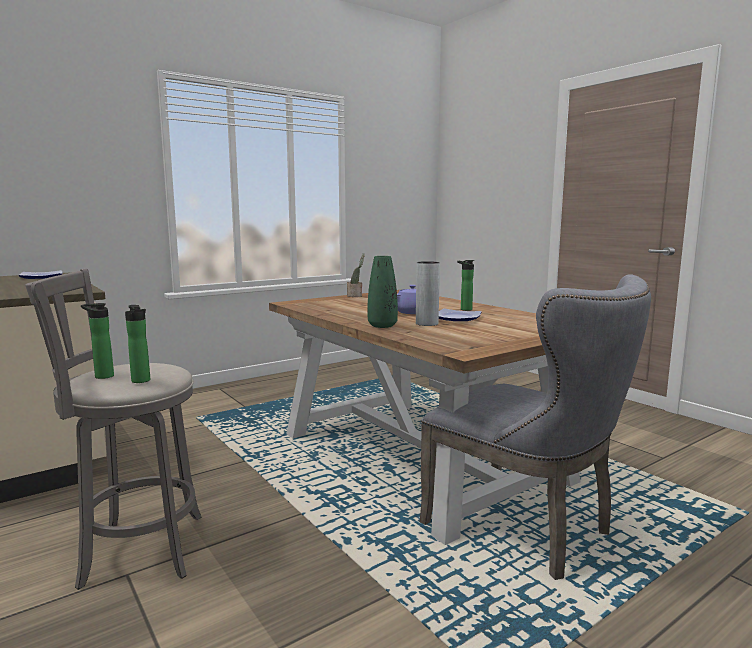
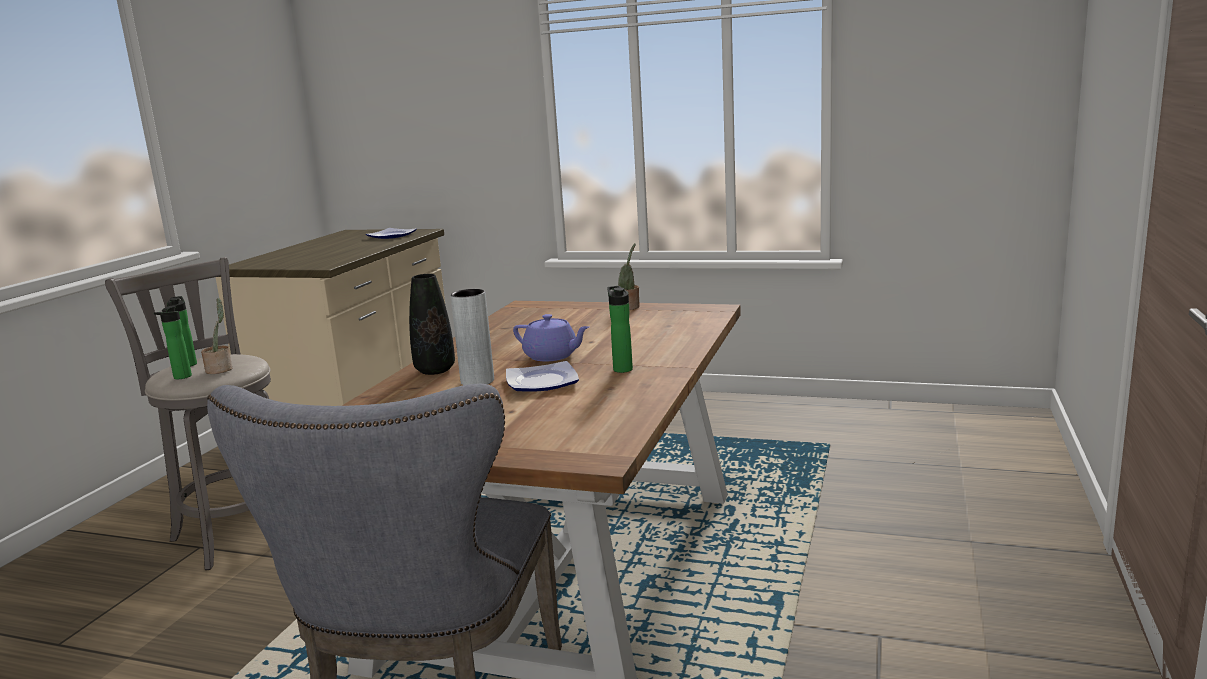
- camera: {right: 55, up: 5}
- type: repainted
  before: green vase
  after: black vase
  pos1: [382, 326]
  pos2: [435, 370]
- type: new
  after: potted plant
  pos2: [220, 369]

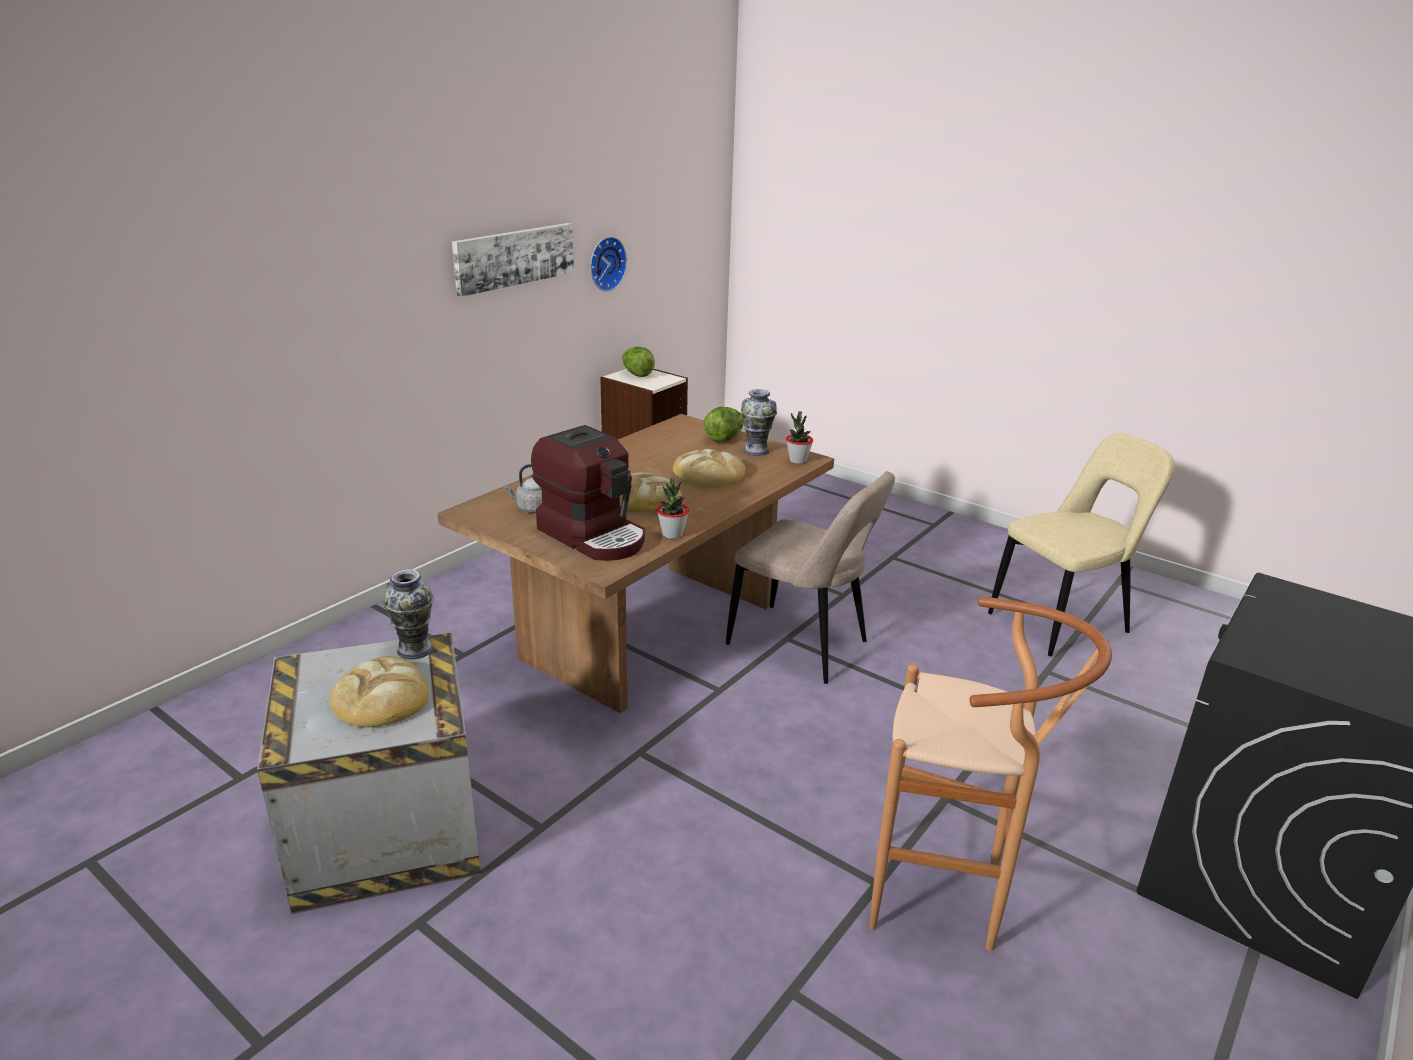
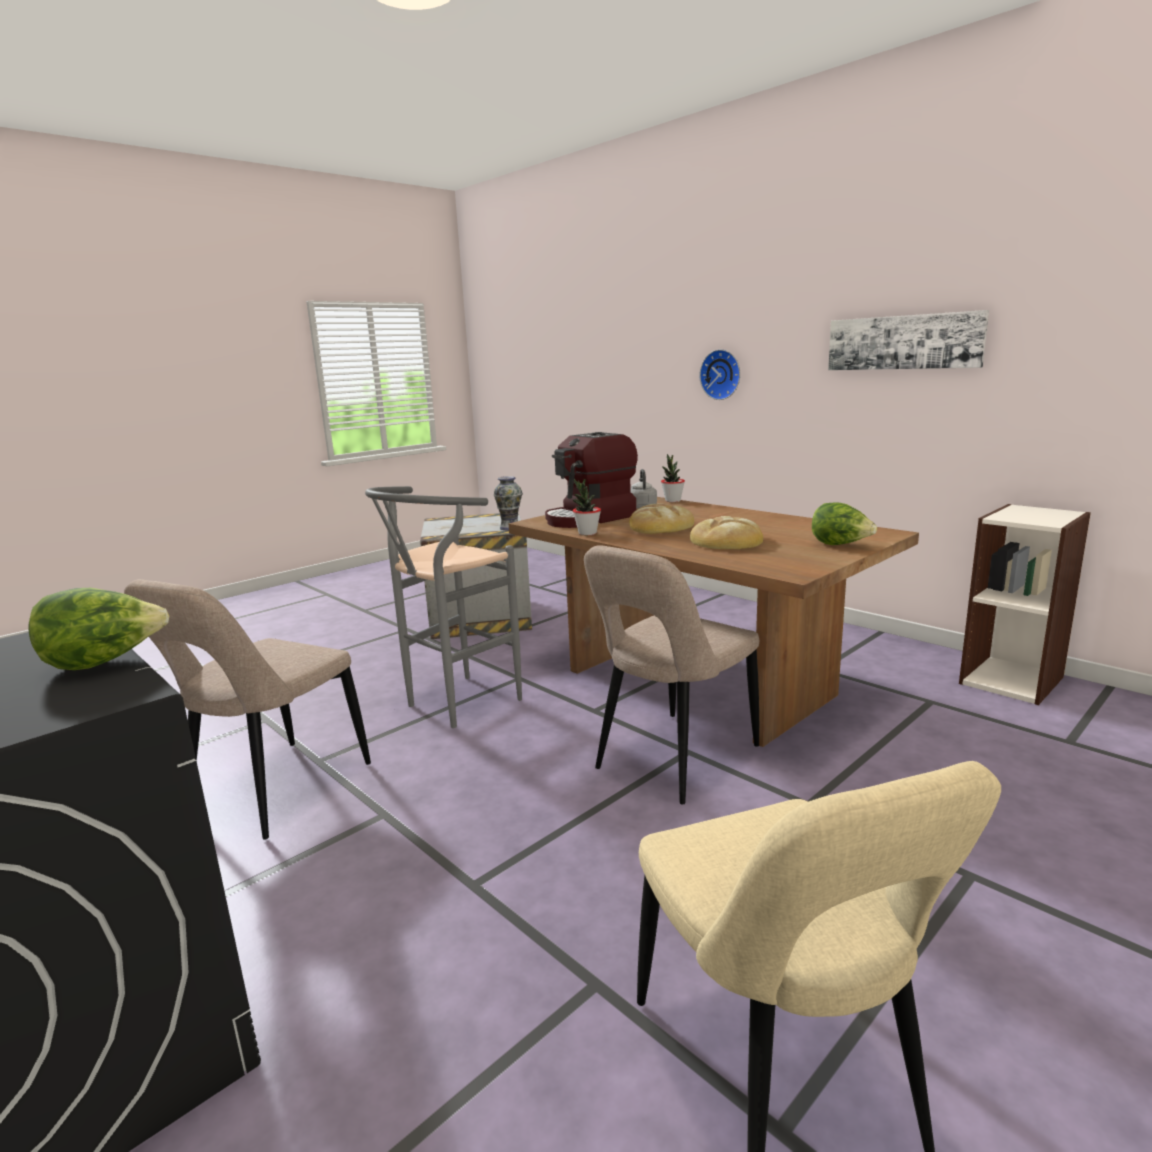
- camera: {right: 100, up: -10}
- type: shifted
  before: wall clock
  pos1: [605, 263]
  pos2: [722, 374]
- type: shifted
  before: lettuce
  pos1: [637, 374]
  pos2: [105, 662]
- type: gone
  before: vase
  pos1: [756, 450]
- type: shifted
  before: potted plant
  pos1: [797, 460]
  pos2: [672, 501]
- type: swapped
  before: brown stool
  after: beige chair
  pos1: [950, 899]
  pos2: [274, 793]
- type: gone
  before: bread
  pos1: [381, 698]
- type: new
  after: grey stool
  pos2: [454, 705]

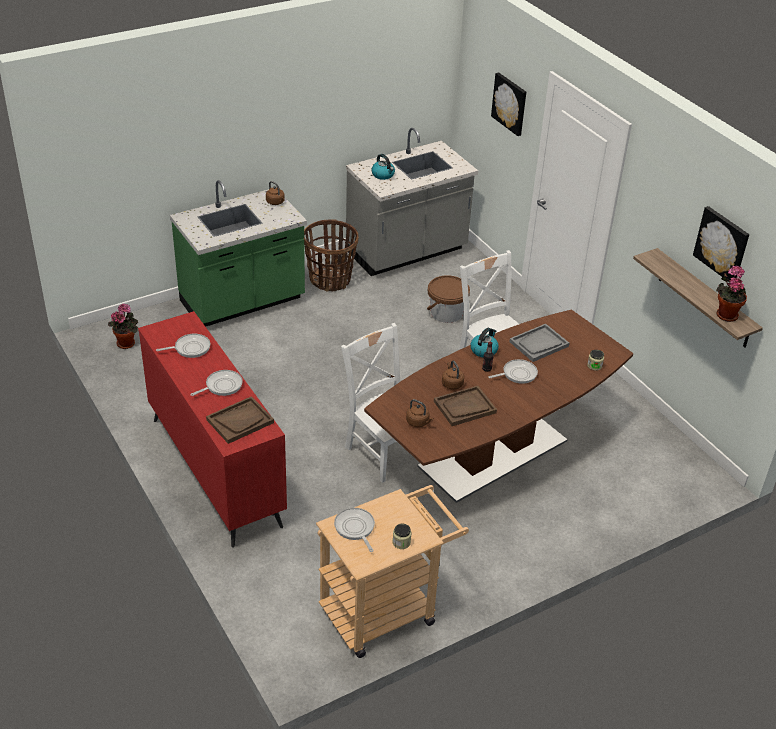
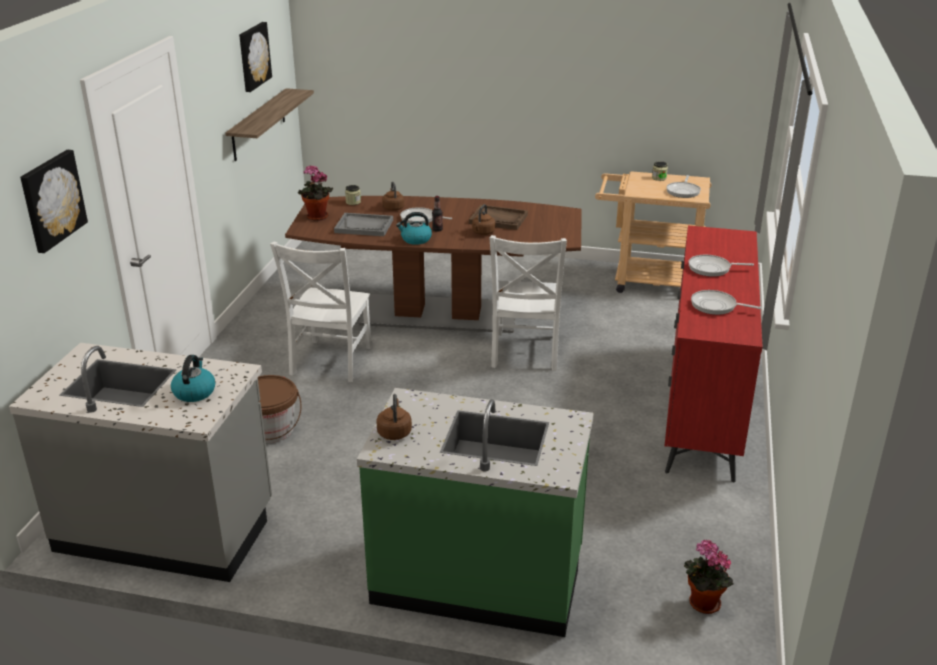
- camera: {right: -135, up: -10}
- type: gone
  before: basket
  pos1: [330, 280]
- type: shifted
  before: potted plant
  pos1: [725, 314]
  pos2: [316, 217]
- type: gone
  before: brown tray
  pos1: [240, 421]
- type: shifted
  before: brown kettle
  pos1: [418, 422]
  pos2: [393, 208]

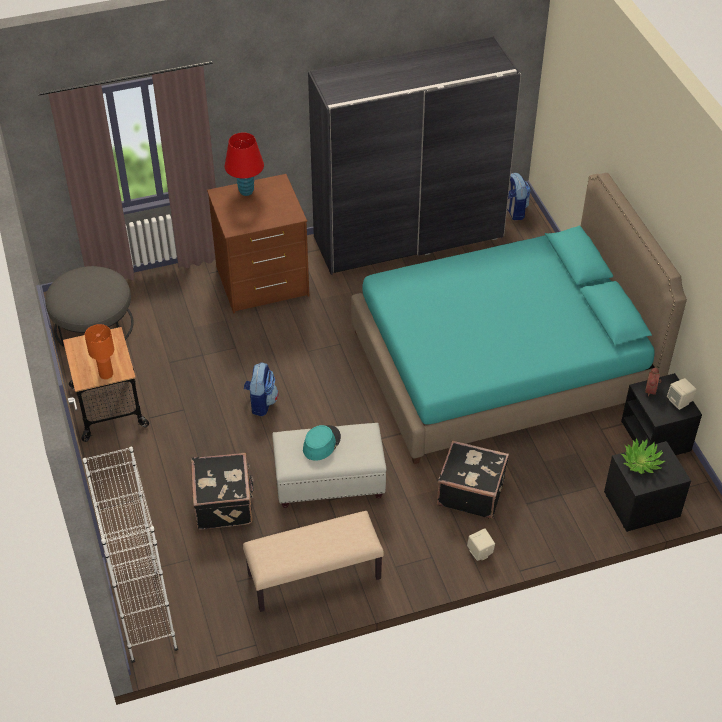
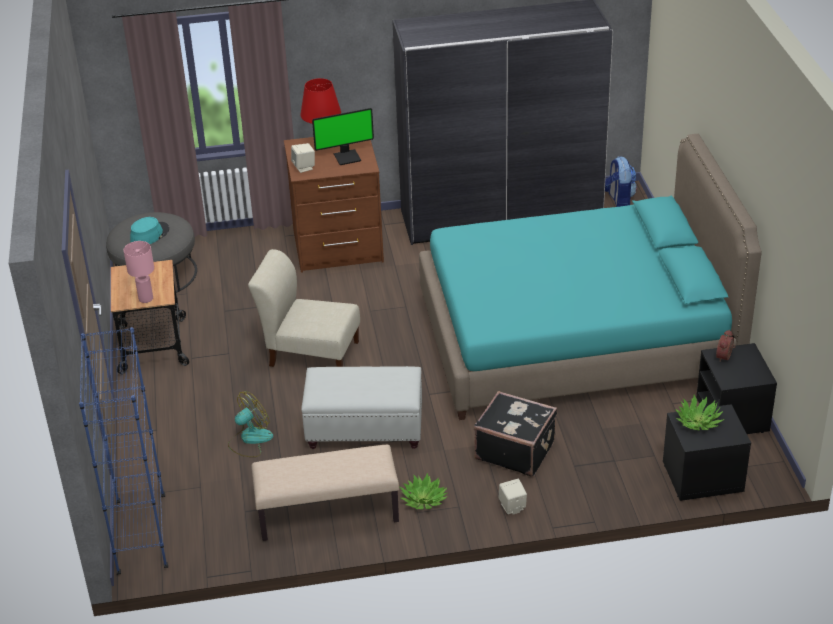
- camera: {right: 10, up: -10}
- type: repainted
  before: orange table lamp
  after: pink table lamp
  pos1: [106, 374]
  pos2: [146, 299]
- type: swapped
  before: backpack
  after: beige chair
  pos1: [261, 402]
  pos2: [310, 353]
- type: shifted
  before: beige speaker
  pos1: [679, 402]
  pos2: [304, 167]
- type: shifted
  before: turquoise hat
  pos1: [321, 443]
  pos2: [149, 234]
- type: repainted
  before: white bookcase
  after: blue bookcase
  pos1: [145, 616]
  pos2: [141, 534]
- type: swapped
  before: black suitcase
  after: fan
  pos1: [224, 503]
  pos2: [250, 440]
- type: new
  after: monitor
  pos2: [347, 157]
- type: new
  after: potted plant
  pos2: [423, 499]

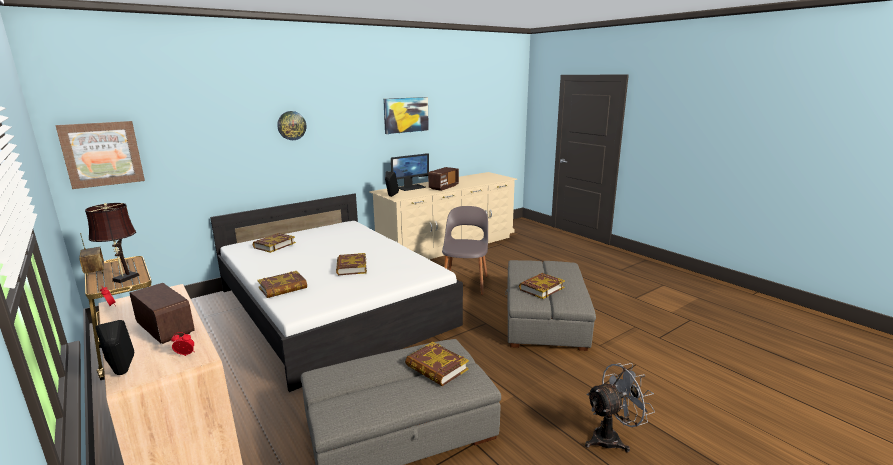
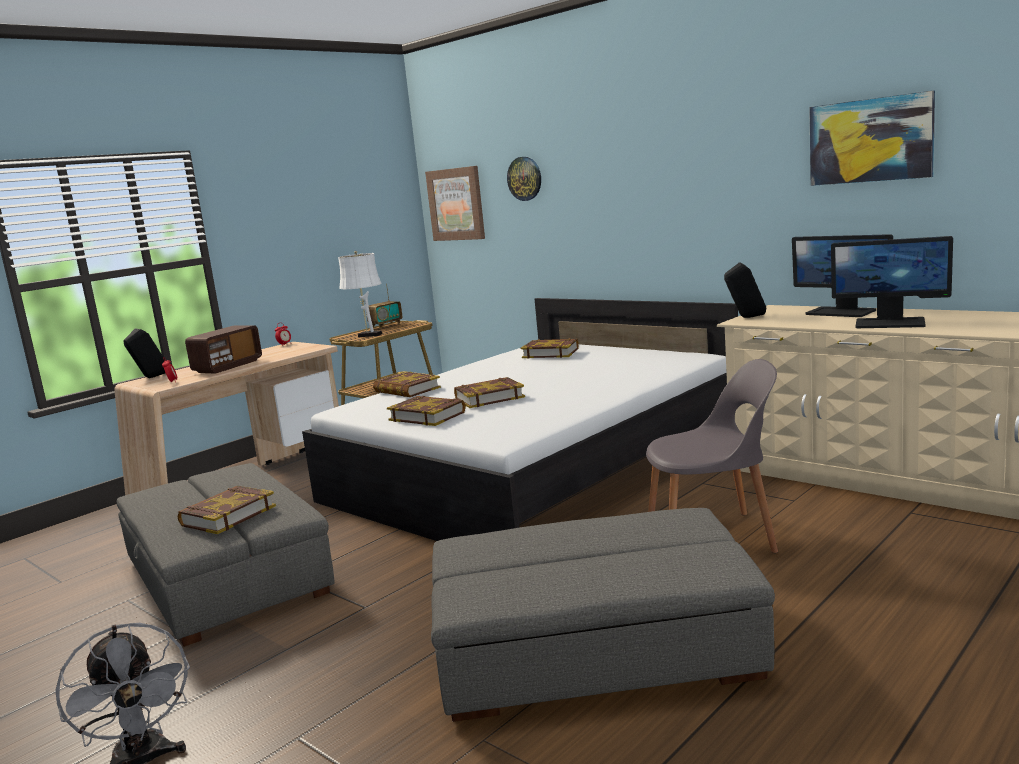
- camera: {right: 80, up: -5}
- type: shifted
  before: wall clock
  pos1: [291, 125]
  pos2: [525, 178]
- type: swapped
  before: radio
  after: monitor
  pos1: [443, 187]
  pos2: [890, 323]
- type: repainted
  before: brown table lamp
  after: white table lamp
  pos1: [123, 279]
  pos2: [367, 335]
- type: shifted
  before: book
  pos1: [541, 288]
  pos2: [427, 416]

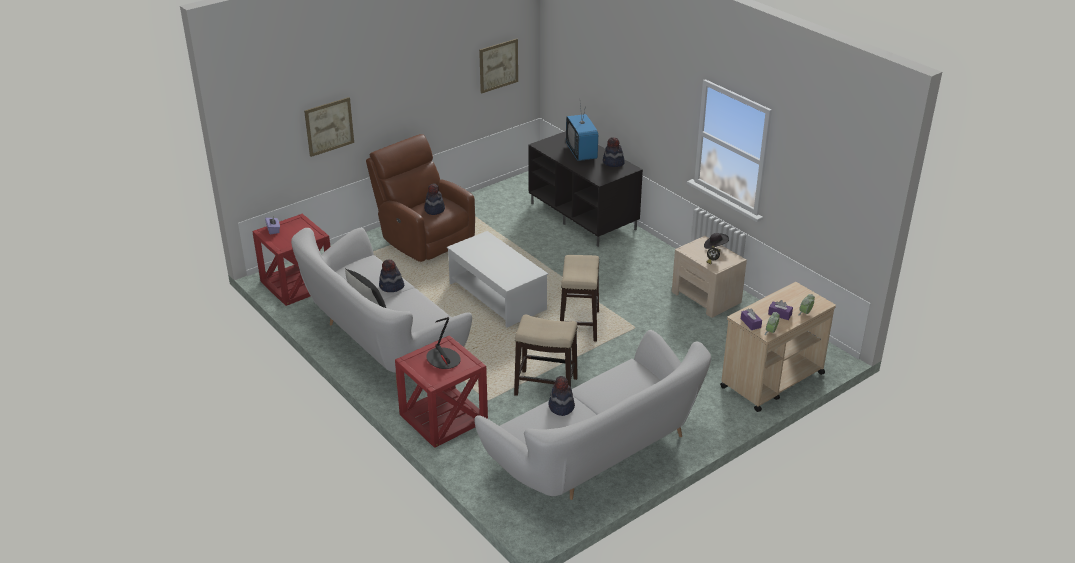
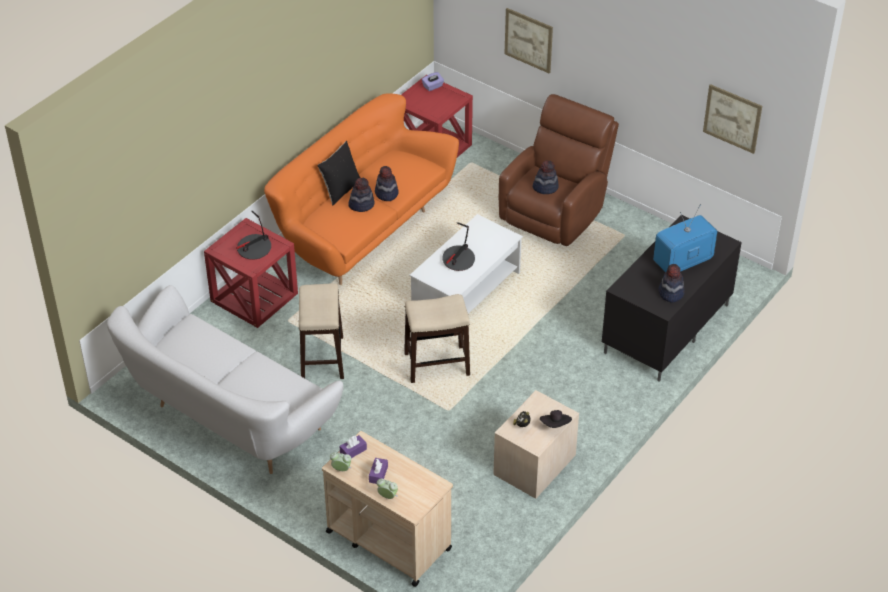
- camera: {right: 75, up: 10}
- type: repainted
  before: white sofa
  after: orange sofa
  pos1: [380, 338]
  pos2: [362, 226]
- type: shifted
  before: hat
  pos1: [561, 407]
  pos2: [361, 204]
- type: new
  after: table lamp
  pos2: [458, 259]

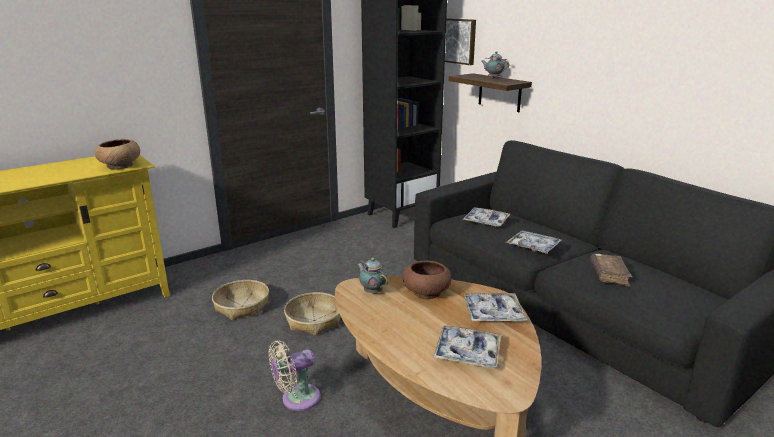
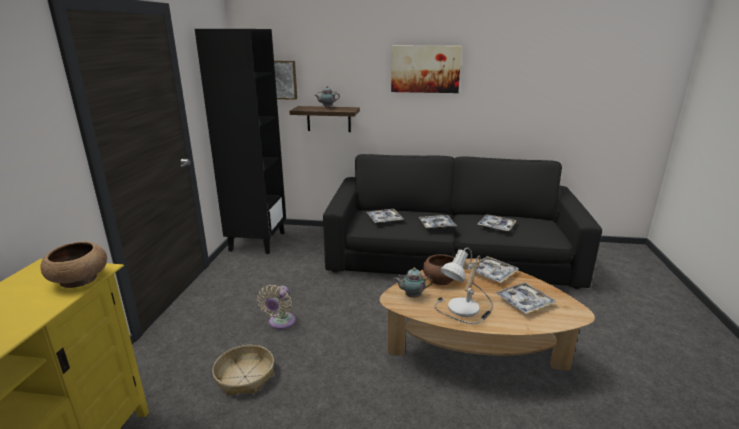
- camera: {right: -45, up: 0}
- type: swapped
  before: brown book
  after: tray
  pos1: [609, 275]
  pos2: [496, 226]
- type: gone
  before: basket
  pos1: [314, 320]
- type: shifted
  before: beige fan
  pos1: [297, 399]
  pos2: [280, 323]
- type: new
  after: picture
  pos2: [425, 69]
- type: new
  after: table lamp
  pos2: [465, 310]

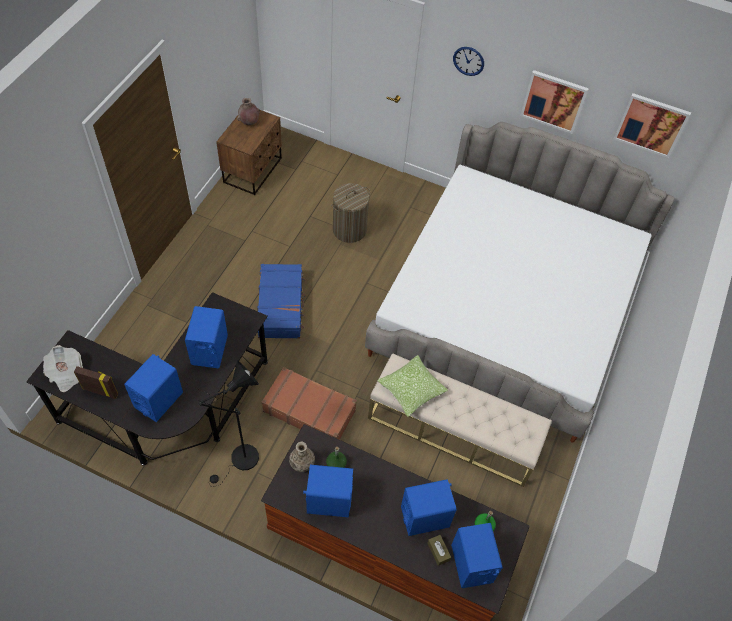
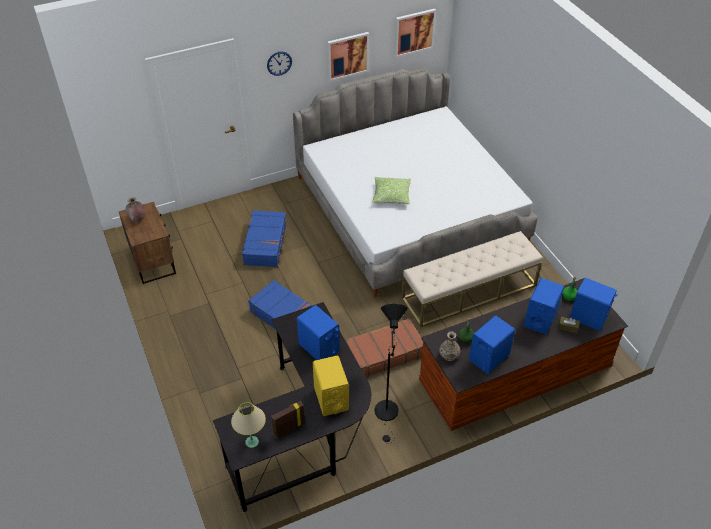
- camera: {right: -45, up: -10}
- type: swapped
  before: laundry basket
  after: blue suitcase
  pos1: [349, 229]
  pos2: [266, 244]
- type: swapped
  before: newspaper
  after: beige table lamp
  pos1: [66, 374]
  pos2: [252, 442]
- type: repainted
  before: blue speaker
  after: yellow speaker
  pos1: [159, 400]
  pos2: [331, 398]
- type: shifted
  before: pillow
  pos1: [411, 389]
  pos2: [391, 195]

